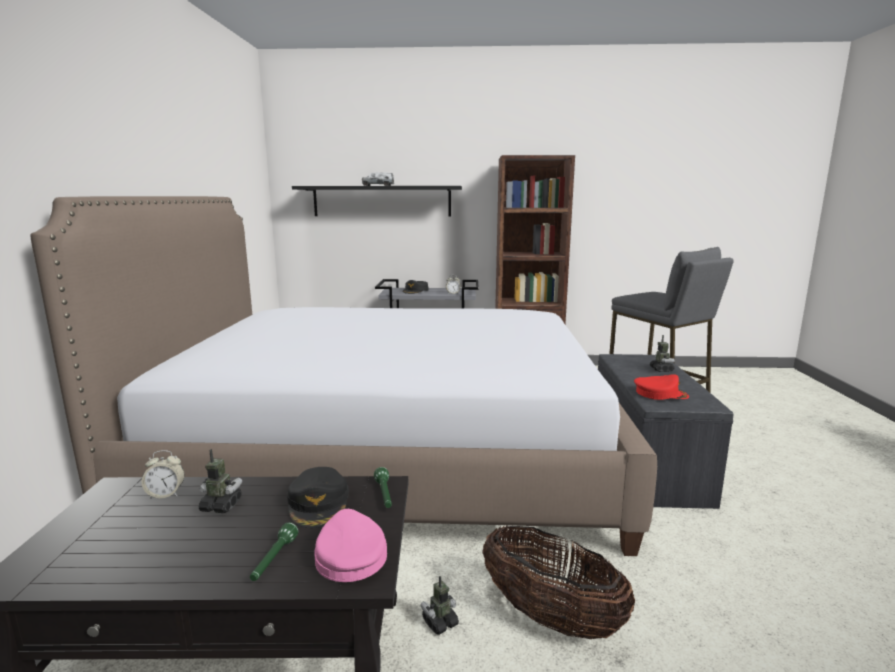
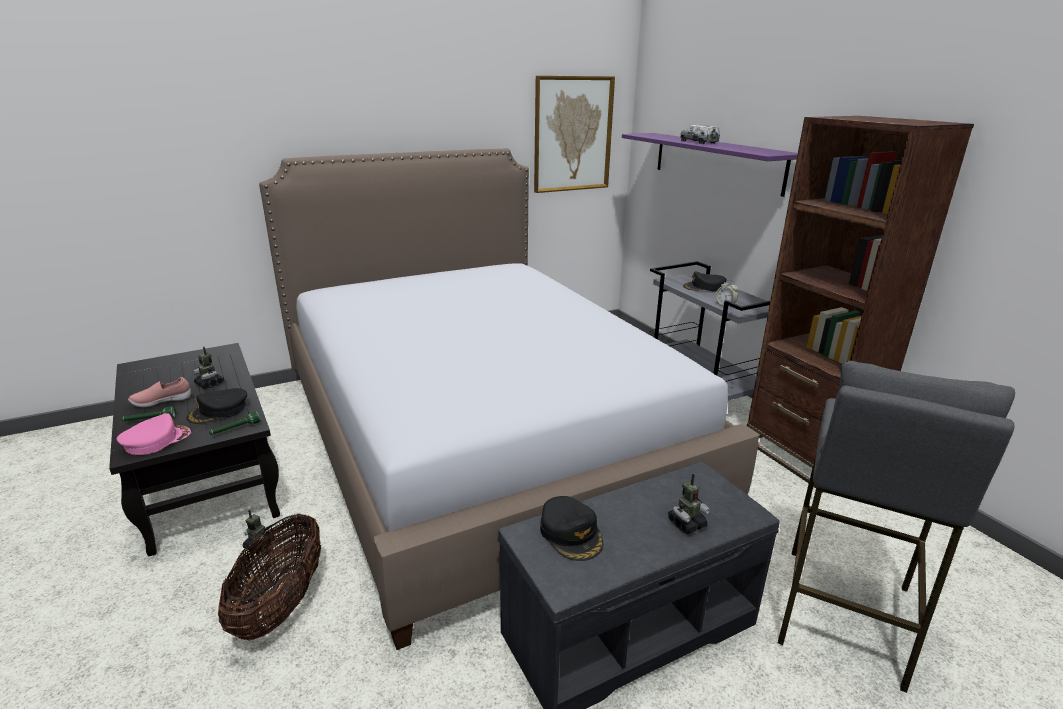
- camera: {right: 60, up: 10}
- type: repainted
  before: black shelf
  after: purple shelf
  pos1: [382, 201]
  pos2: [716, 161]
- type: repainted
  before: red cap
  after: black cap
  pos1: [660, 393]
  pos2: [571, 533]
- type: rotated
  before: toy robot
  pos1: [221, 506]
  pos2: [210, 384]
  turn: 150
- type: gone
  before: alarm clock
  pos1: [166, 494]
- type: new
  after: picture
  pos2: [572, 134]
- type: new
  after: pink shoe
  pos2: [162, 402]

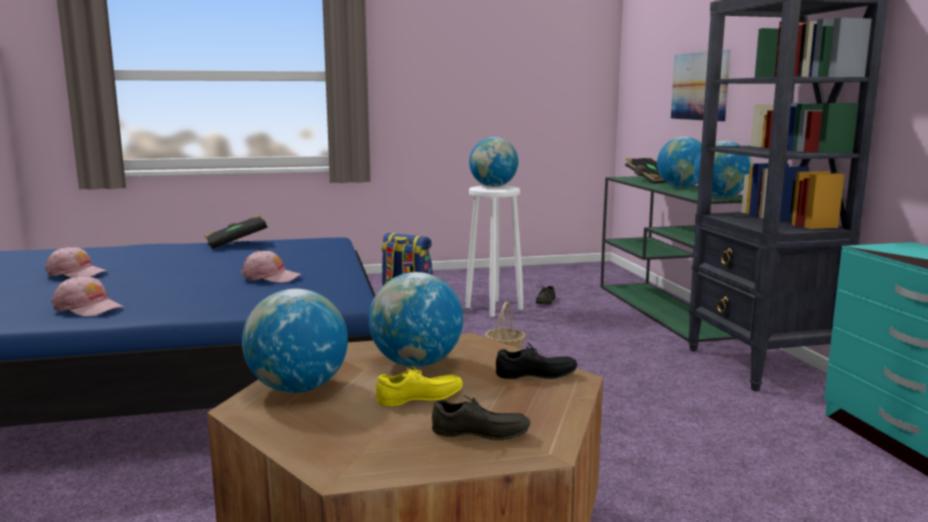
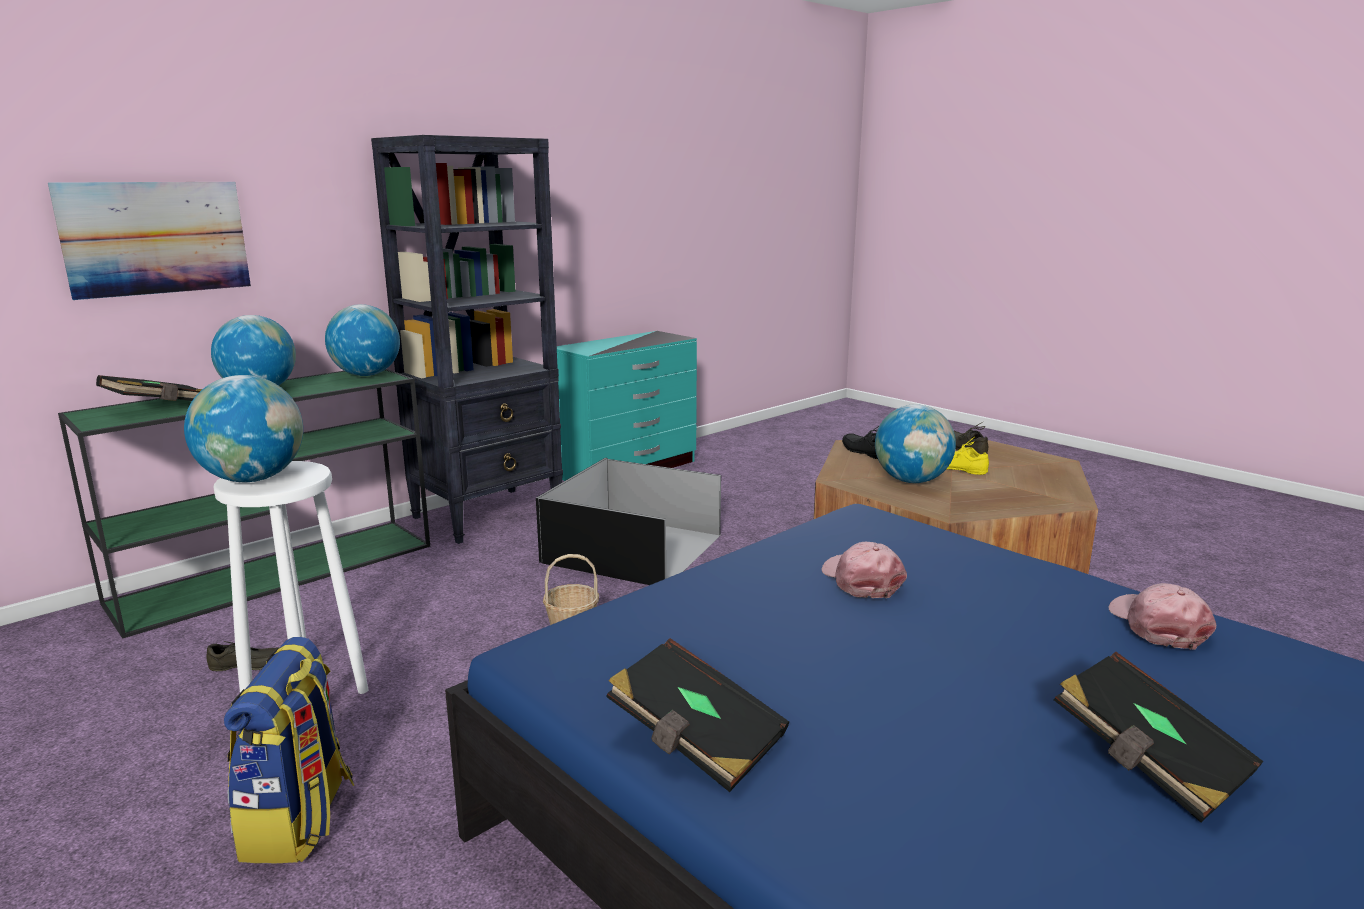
- camera: {right: -120, up: 5}
- type: swapped
  before: pink cap
  after: black book
  pos1: [77, 273]
  pos2: [1148, 762]
- type: gone
  before: globe
  pos1: [298, 389]
- type: new
  after: black storage box
  pos2: [632, 550]

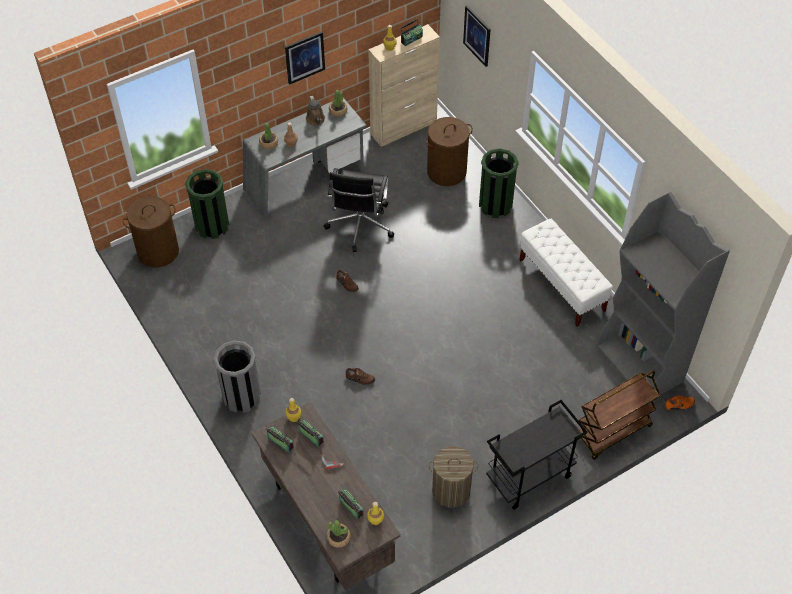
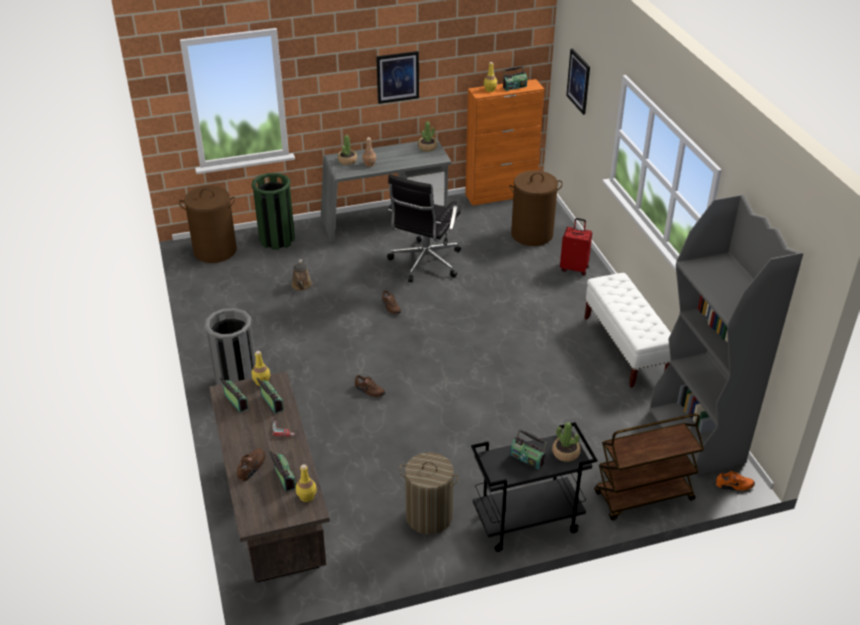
- camera: {right: 15, up: -15}
- type: repainted
  before: beige cabinet
  after: orange cabinet
  pos1: [404, 127]
  pos2: [501, 194]
- type: shifted
  before: brown watering can
  pos1: [316, 120]
  pos2: [301, 286]
- type: swapped
  before: green trash can
  after: red suitcase
  pos1: [495, 205]
  pos2: [574, 268]
- type: shifted
  before: potted plant
  pos1: [338, 537]
  pos2: [565, 453]
- type: new
  after: radio
  pos2: [527, 458]
- type: new
  after: brown shoe
  pos2: [252, 467]

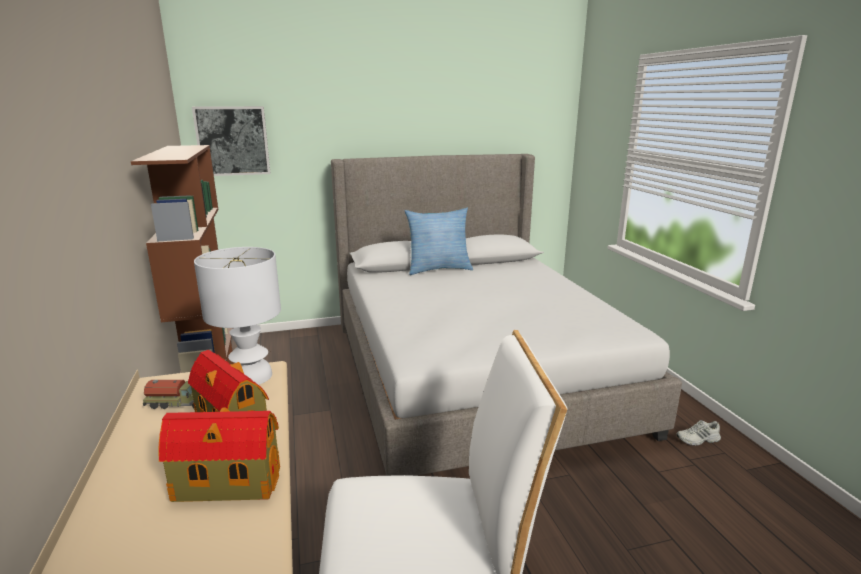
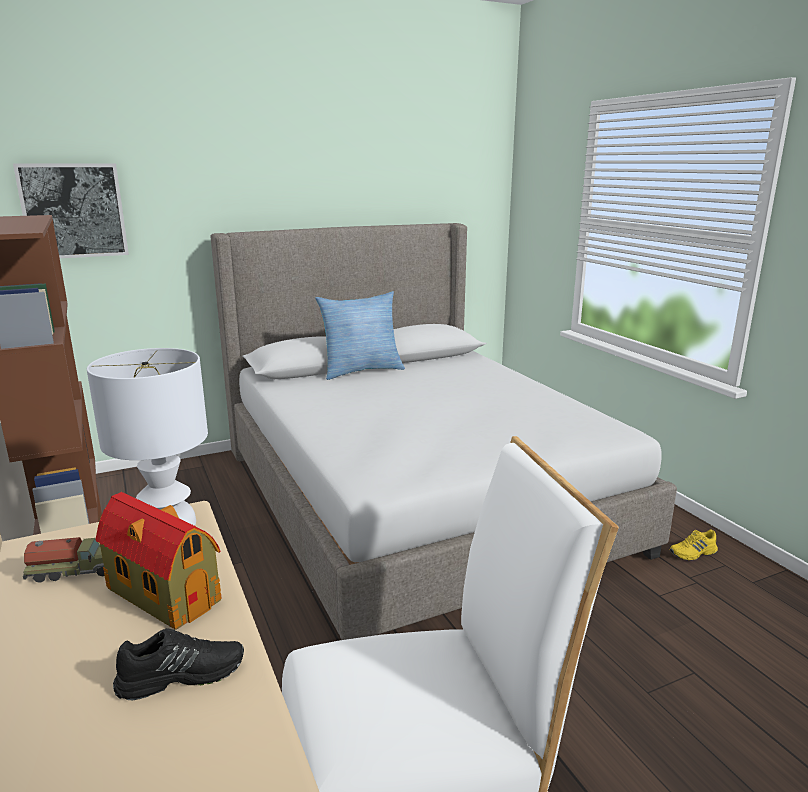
- camera: {right: -10, up: 0}
- type: swapped
  before: toy house
  after: black shoe
  pos1: [225, 484]
  pos2: [181, 674]
- type: repainted
  before: white shoe
  after: yellow shoe
  pos1: [698, 440]
  pos2: [693, 553]

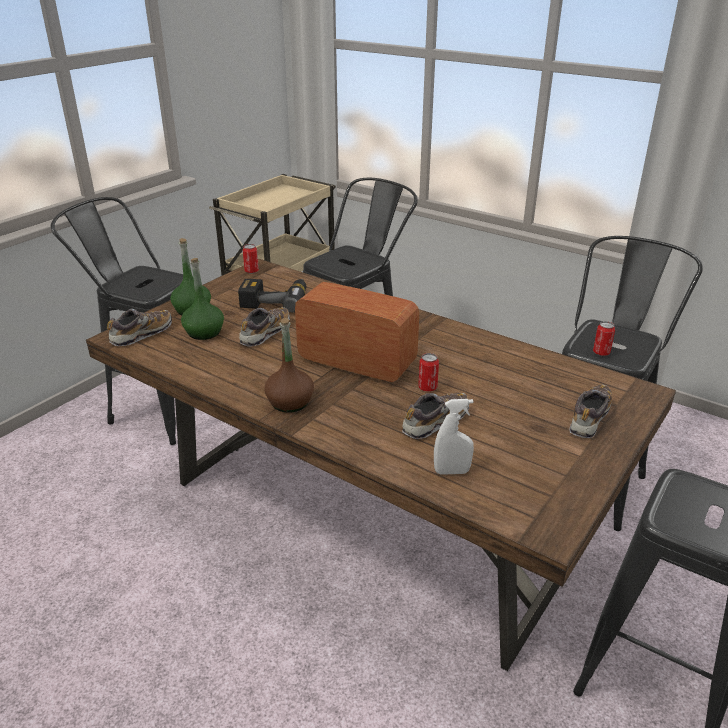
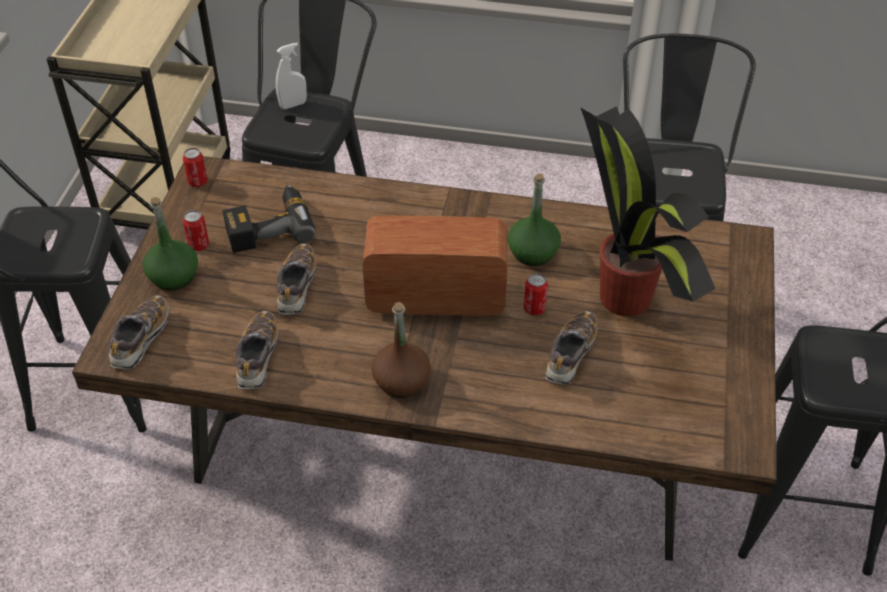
- camera: {right: -25, up: 15}
- type: shifted
  before: green bottle
  pos1: [204, 332]
  pos2: [532, 252]
- type: shifted
  before: can
  pos1: [601, 352]
  pos2: [199, 245]
- type: shifted
  before: shoe
  pos1: [589, 418]
  pos2: [257, 357]
- type: shifted
  before: white spray bottle
  pos1: [451, 471]
  pos2: [293, 105]
- type: new
  after: potted plant
  pos2: [626, 300]

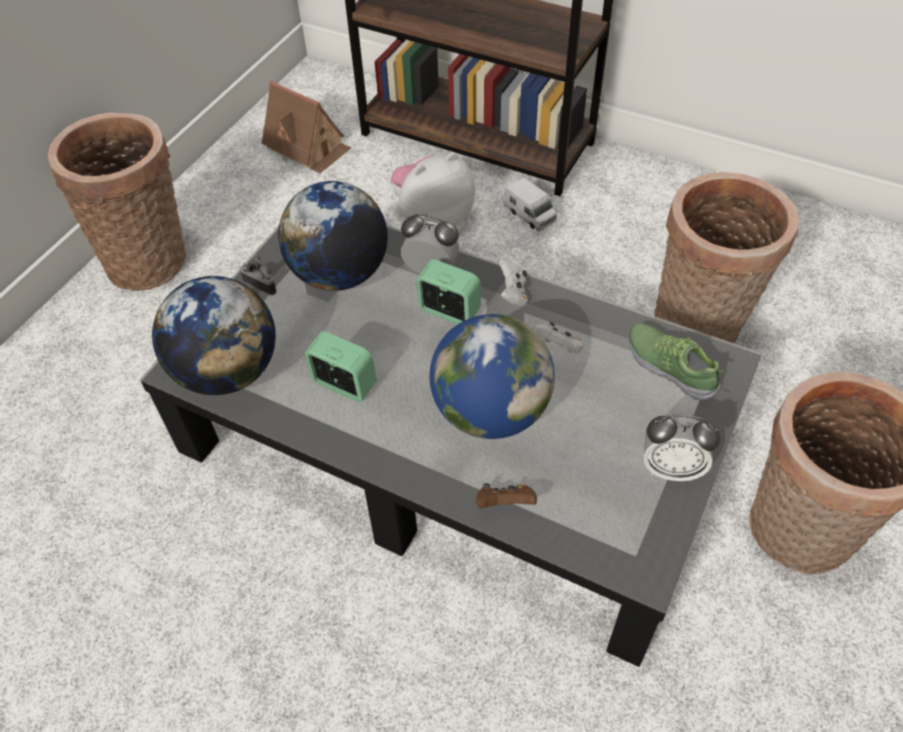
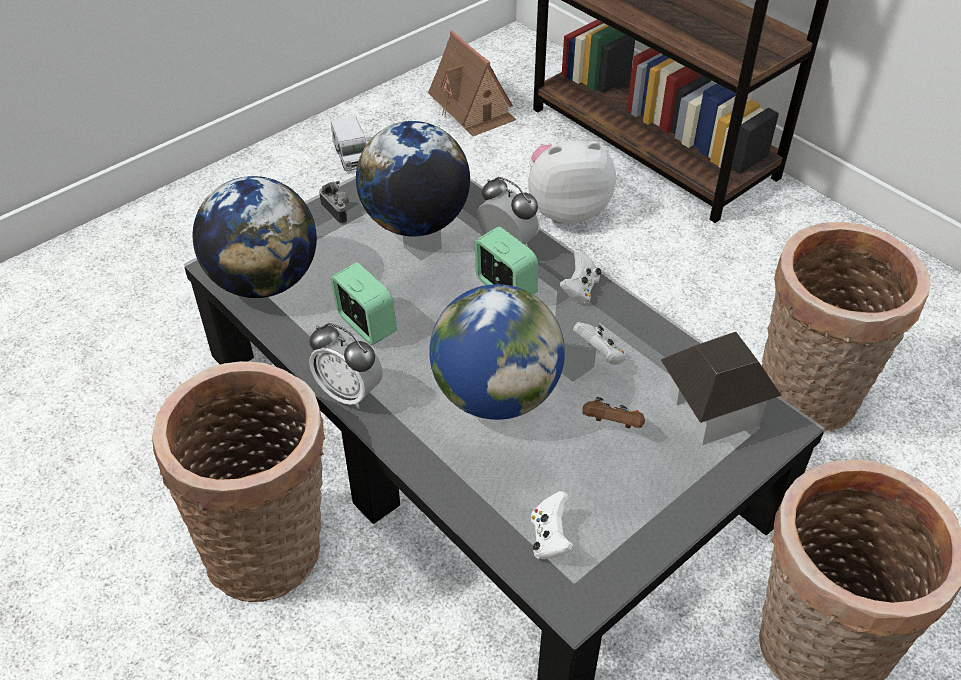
- camera: {right: 20, up: -5}
- type: shifted
  before: basket
  pos1: [151, 259]
  pos2: [271, 548]
- type: shifted
  before: toy truck
  pos1: [530, 215]
  pos2: [351, 156]
- type: swapped
  before: shoe
  after: toy house
  pos1: [670, 366]
  pos2: [712, 410]
- type: shifted
  before: alarm clock
  pos1: [671, 468]
  pos2: [349, 393]
- type: shifted
  before: brown game controller
  pos1: [505, 504]
  pos2: [612, 425]
- type: new
  after: white game controller
  pos2: [550, 538]

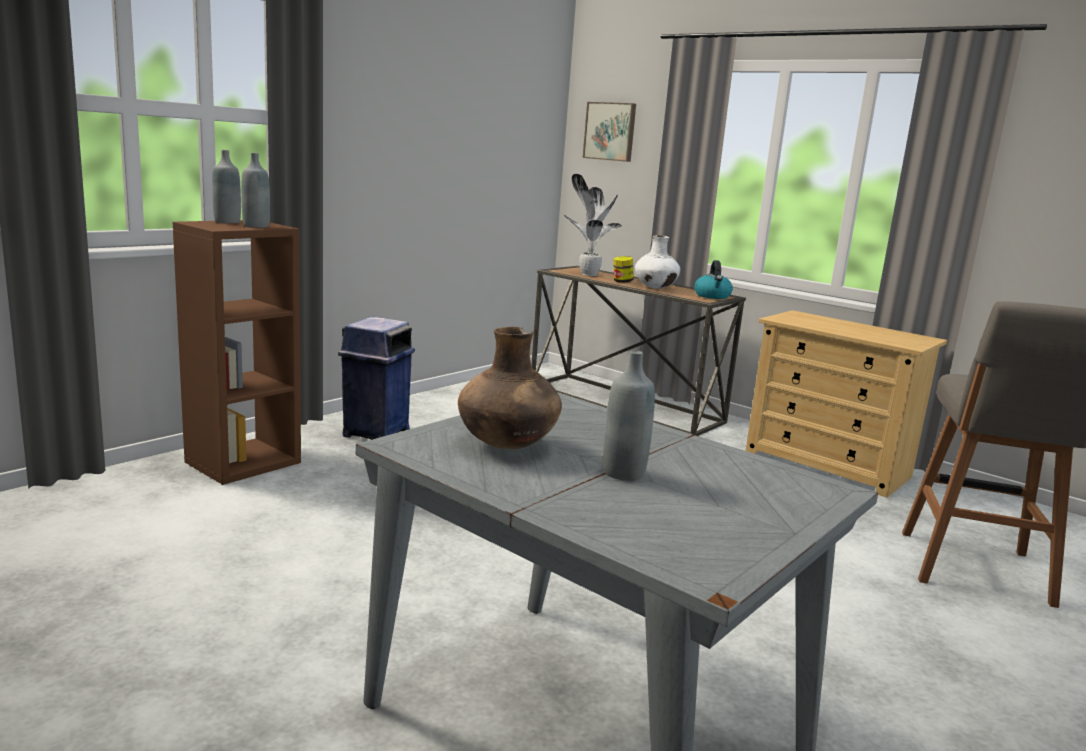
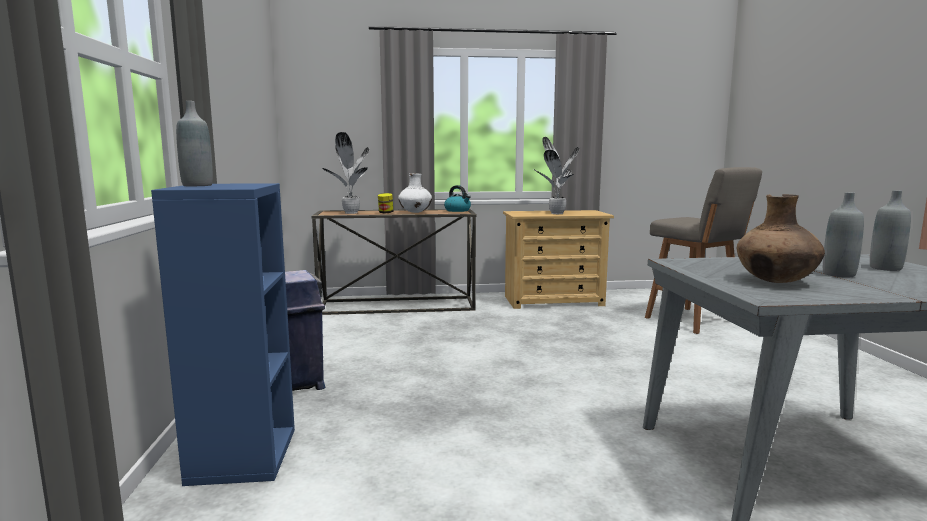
- camera: {right: -45, up: -5}
- type: gone
  before: picture
  pos1: [610, 131]
- type: shifted
  before: grey bottle
  pos1: [256, 226]
  pos2: [885, 268]
- type: repainted
  before: brown bookcase
  after: blue bookcase
  pos1: [243, 462]
  pos2: [242, 455]
- type: new
  after: potted plant
  pos2: [556, 213]

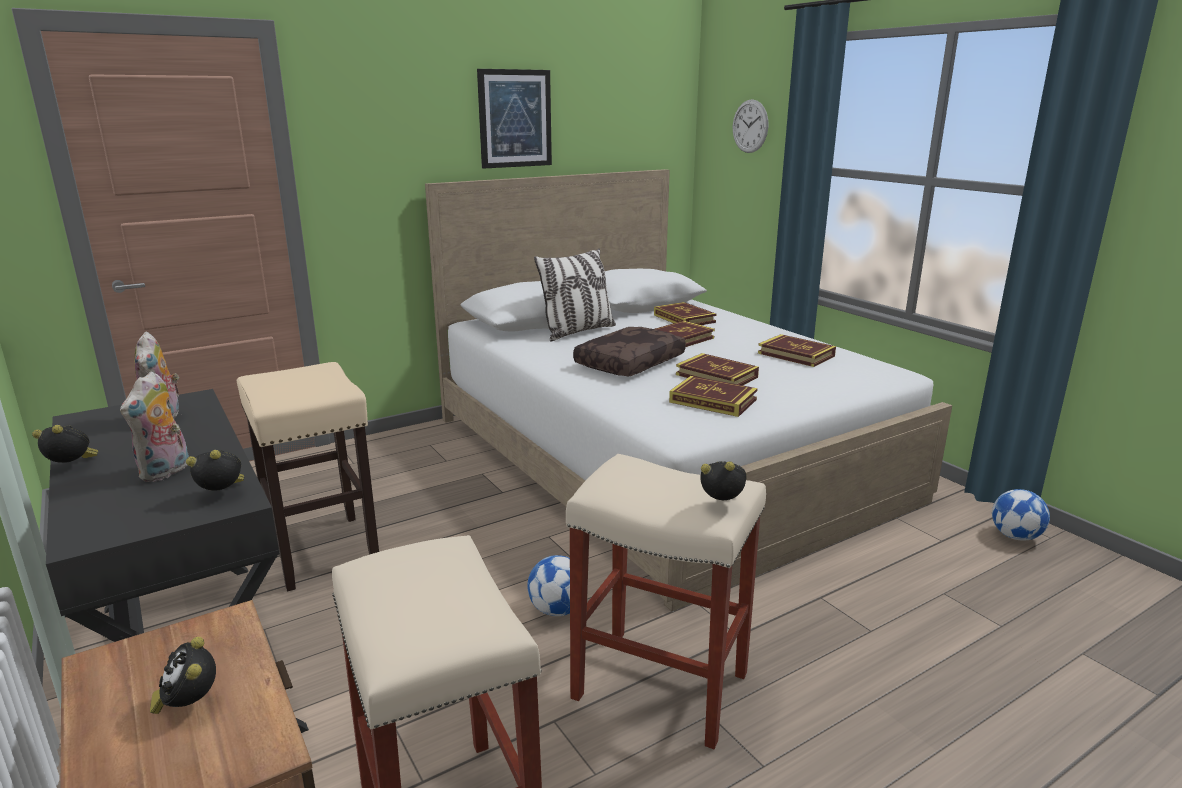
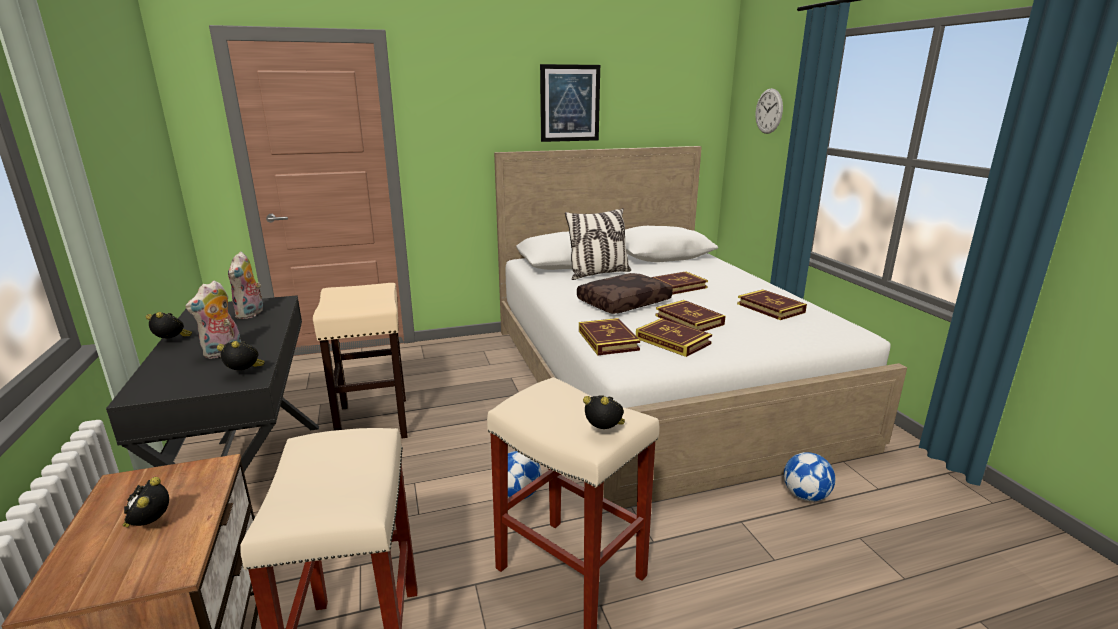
- camera: {right: 15, up: 0}
- type: shifted
  before: book
  pos1: [684, 319]
  pos2: [608, 340]
- type: shifted
  before: football
  pos1: [1015, 536]
  pos2: [805, 496]

